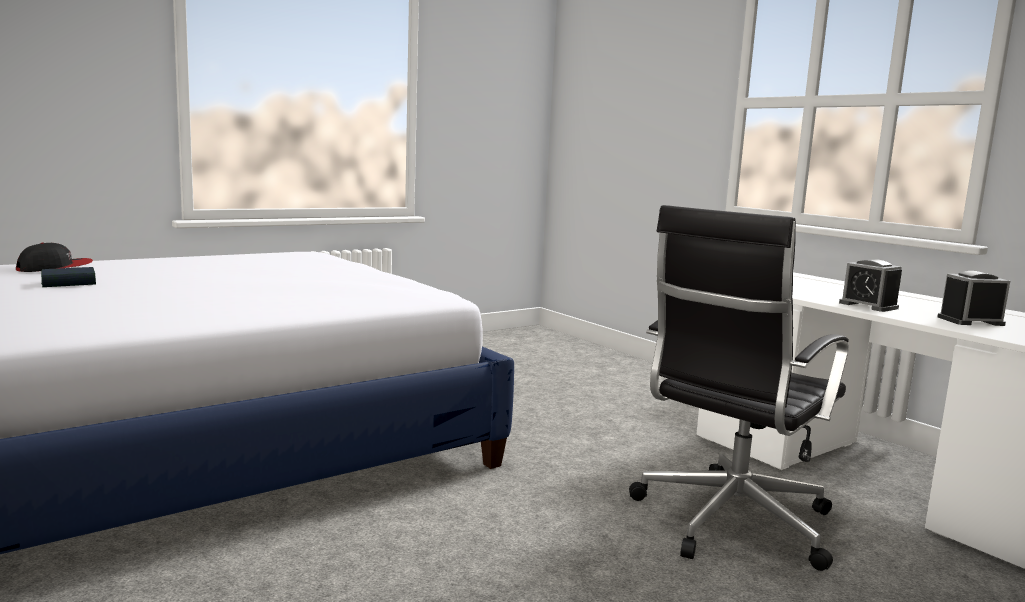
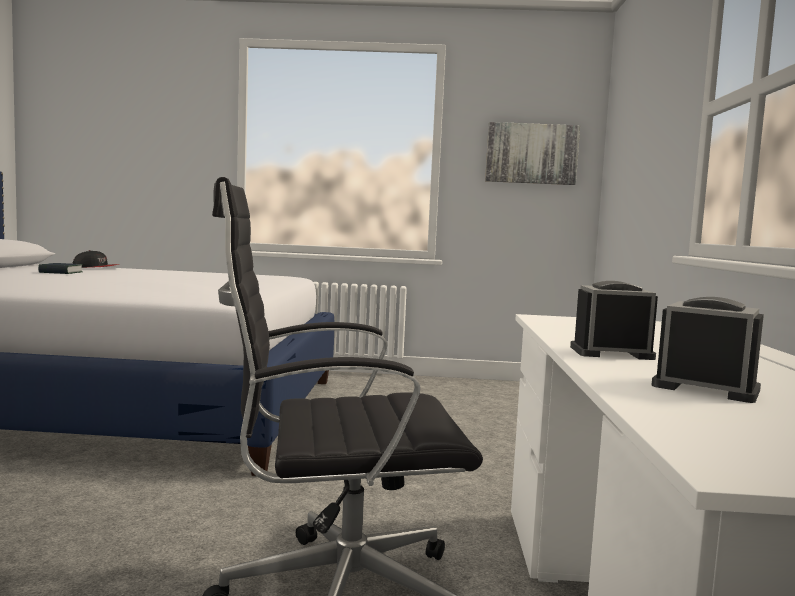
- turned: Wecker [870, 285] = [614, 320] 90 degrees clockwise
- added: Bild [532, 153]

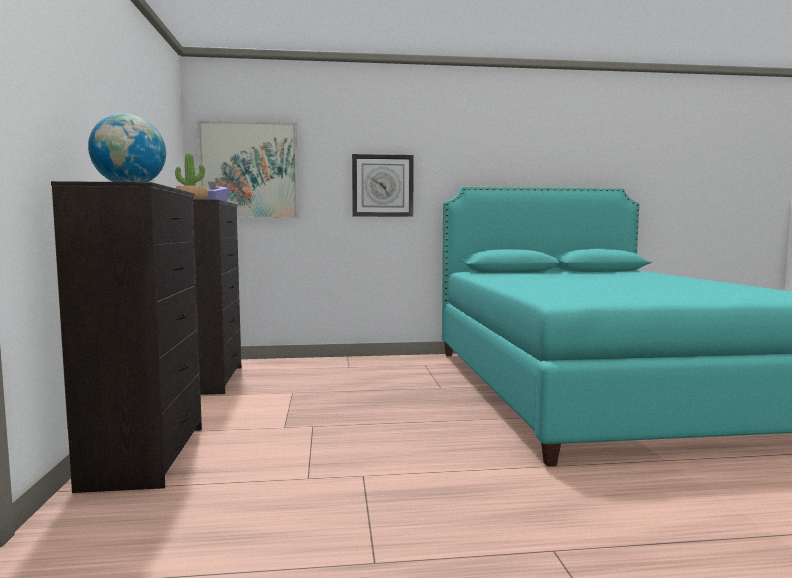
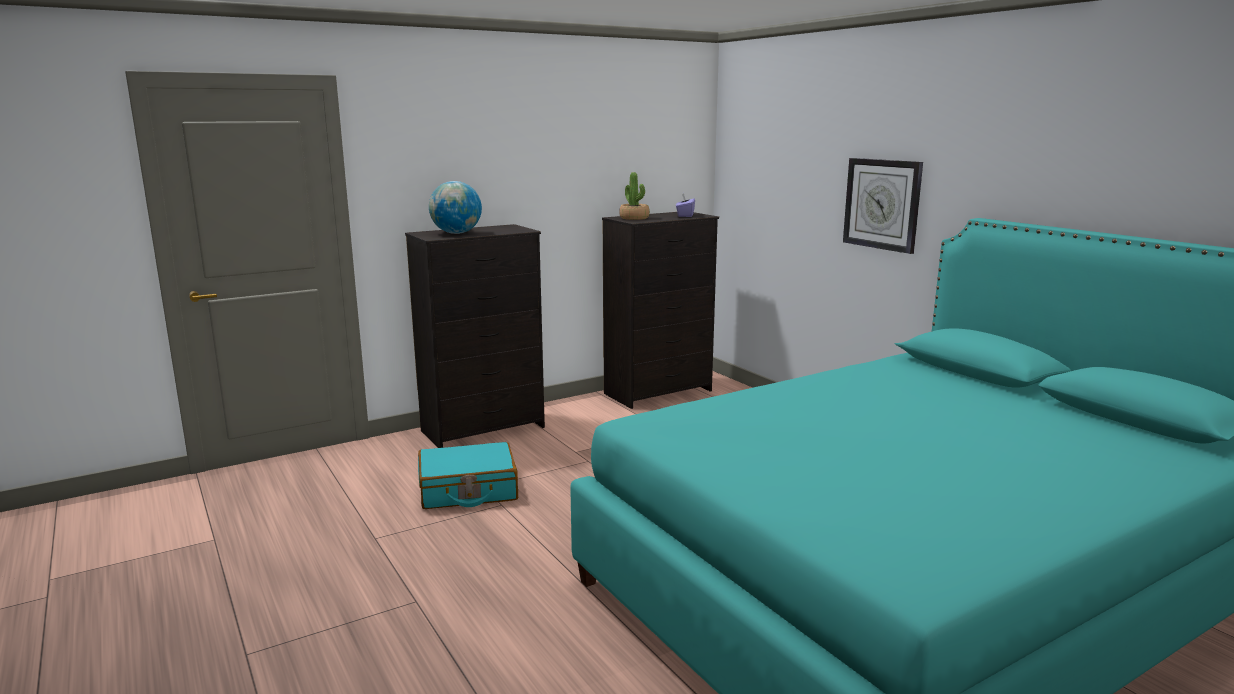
- removed: Bild [248, 169]
- added: Koffer [türkis] [468, 475]

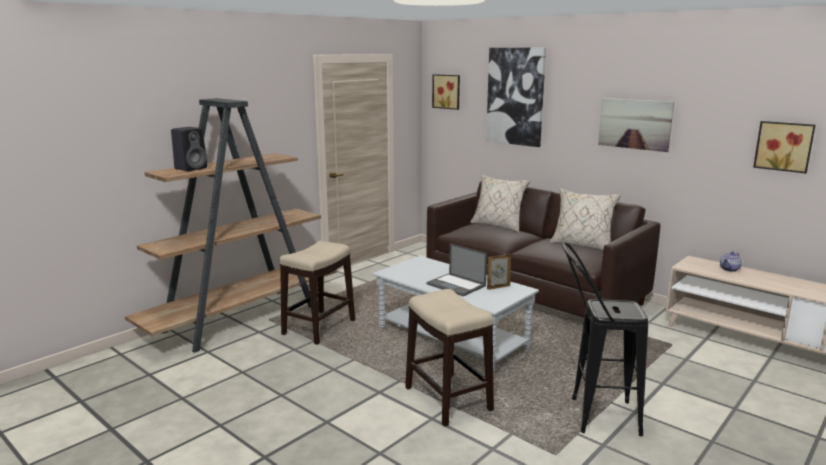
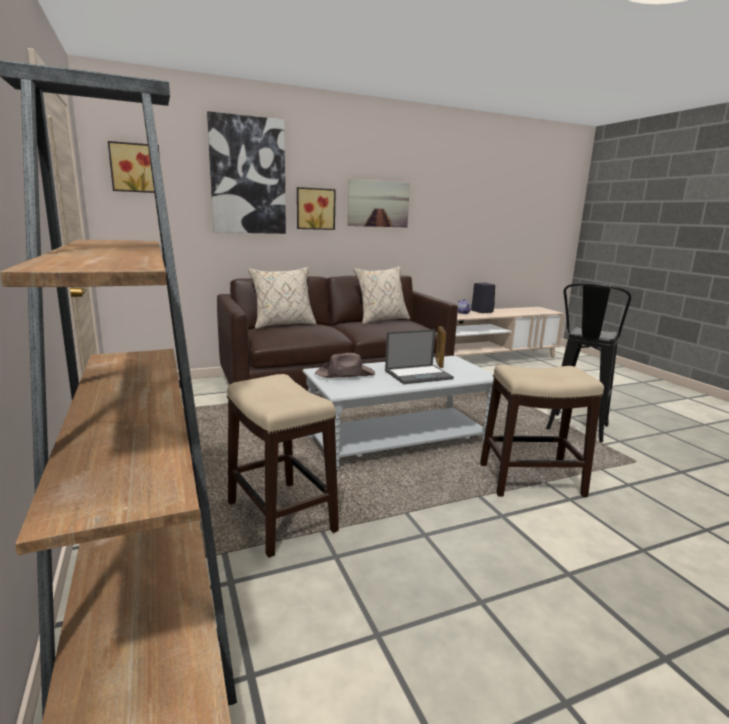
- moved: Bild [784, 147] to [316, 208]
- moved: Lautsprecher [schwarz] [189, 149] to [483, 298]
- added: Hut [braun] [345, 365]

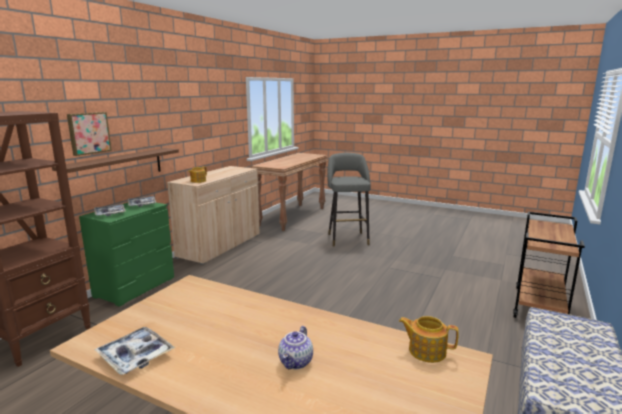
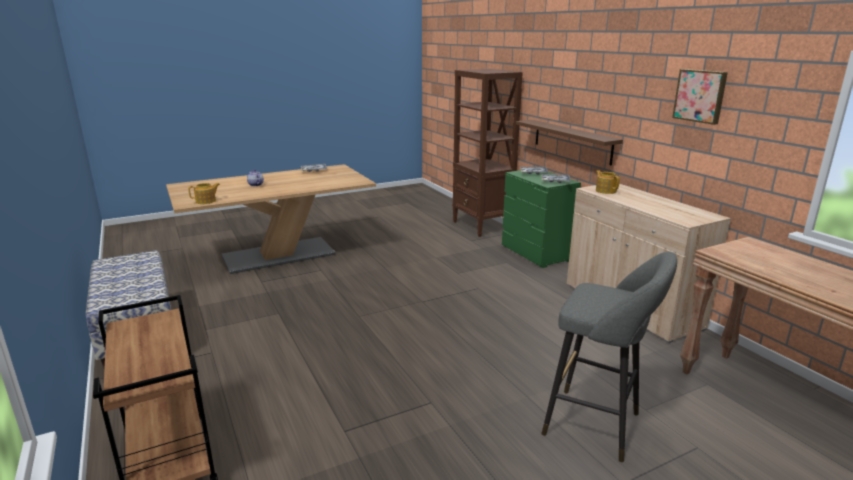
- moved: Bild [89, 134] to [700, 97]

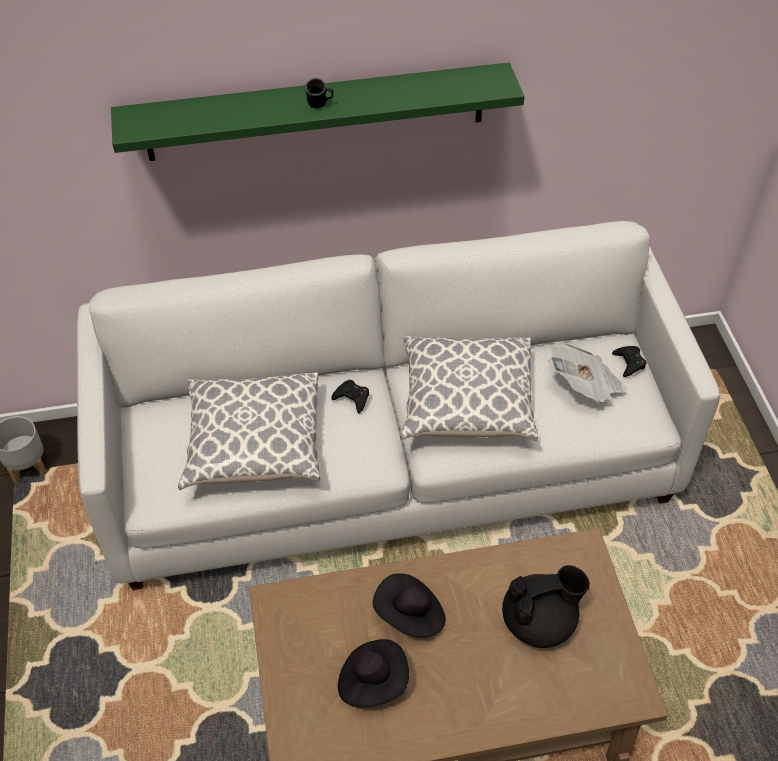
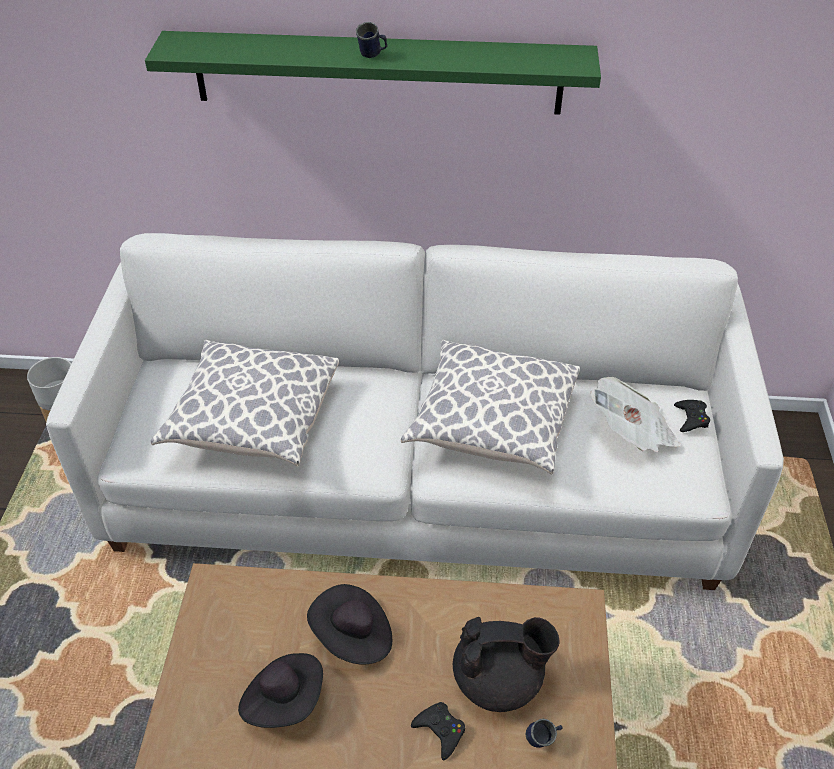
- moved: Gamepad [schwarz] [350, 396] to [438, 731]
- added: Henkelbecher [blau] [544, 733]

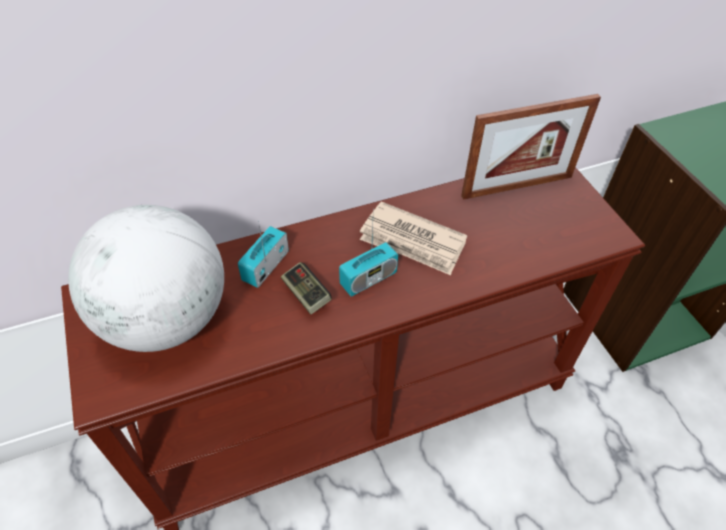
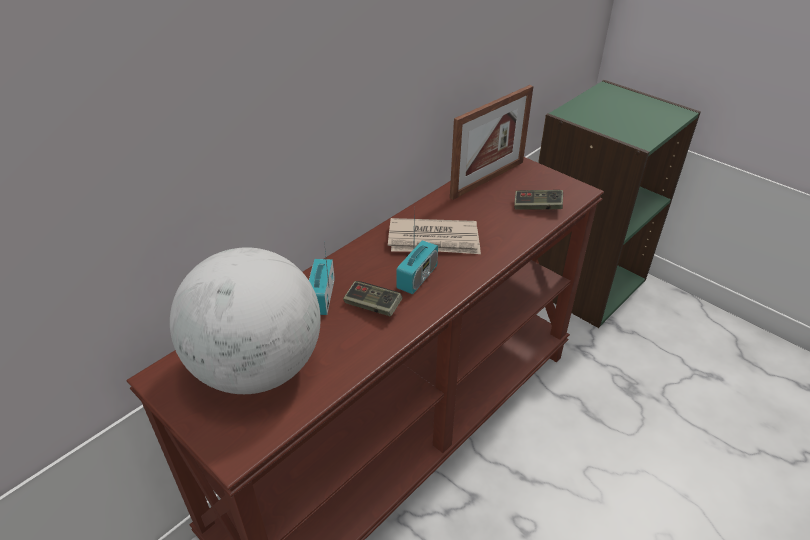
- added: Gamepad [538, 200]

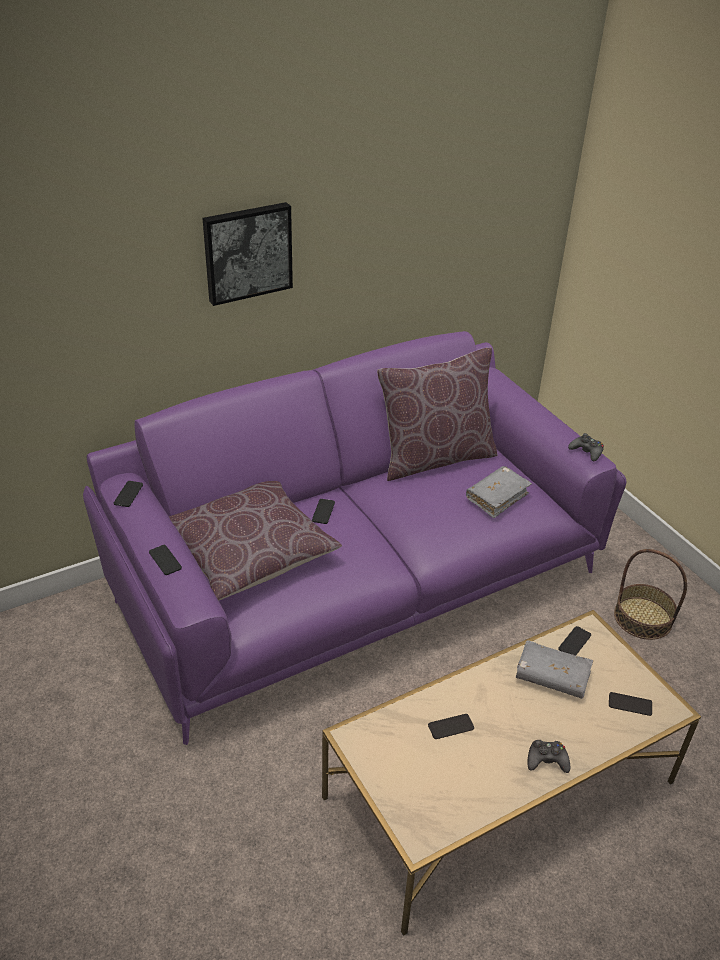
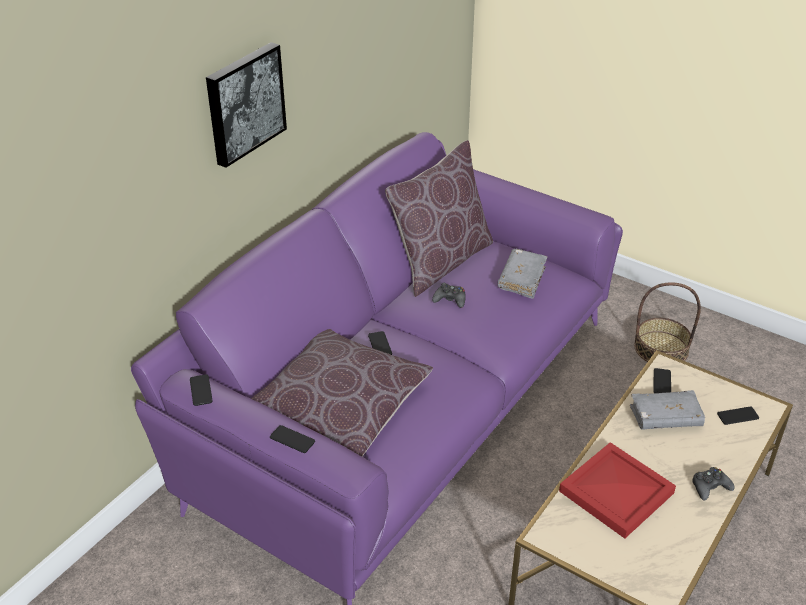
- moved: Gamepad [schwarz] [586, 447] to [449, 295]
- replaced: Handy [451, 726] to Tablett [rot] [617, 490]

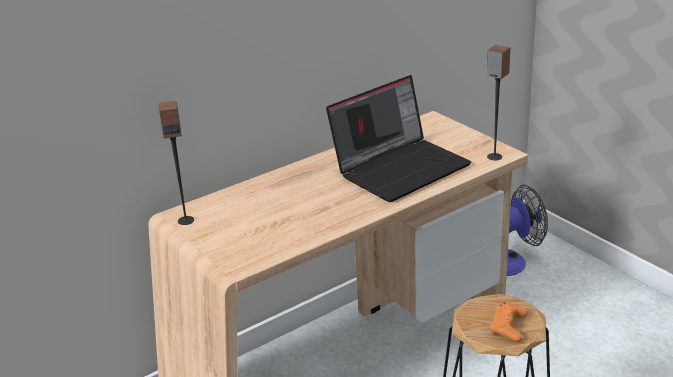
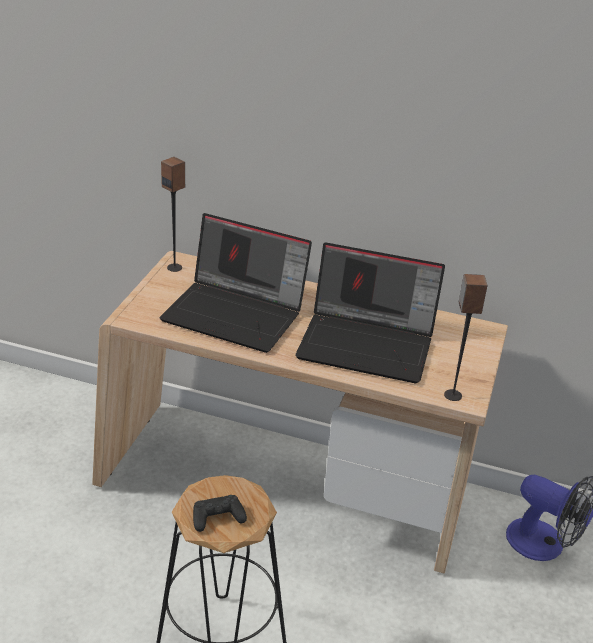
- recoloured: Gamepad [orange] [509, 322] to Gamepad [schwarz] [220, 513]
- added: Laptop [236, 283]

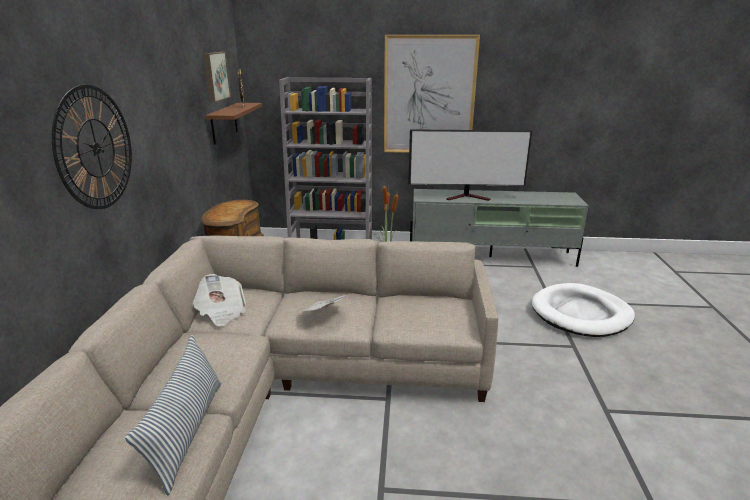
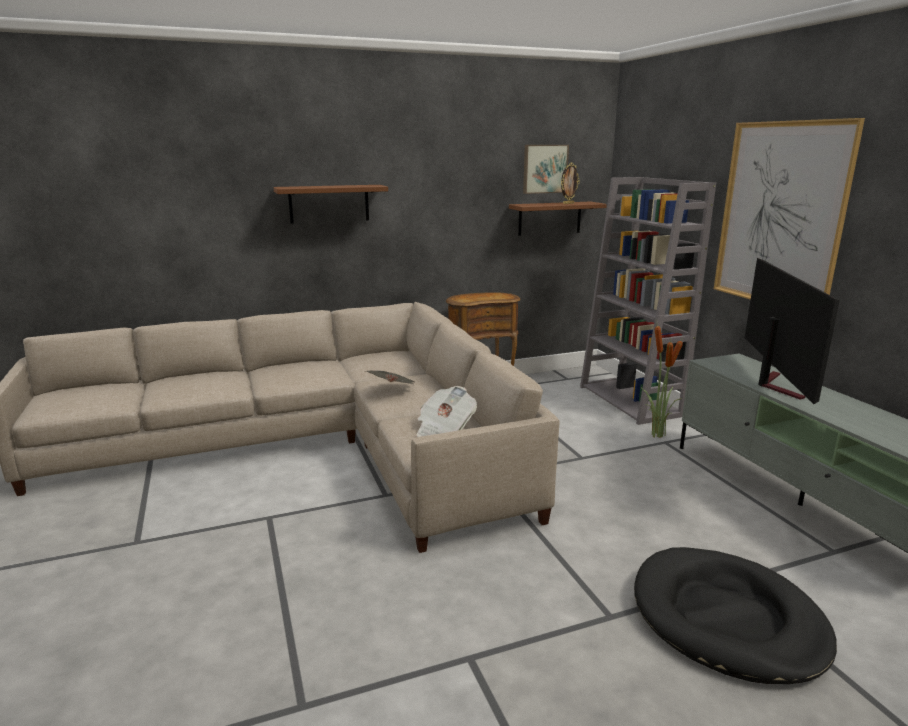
- replaced: Wanduhr [92, 147] to Wandregal [braun] [331, 204]
- turned: Fernseher [470, 165] = [792, 331] 150 degrees counterclockwise
- moved: Zeitung [219, 300] to [447, 411]
- recoloured: Hundebett [weiß] [583, 310] to Hundebett [schwarz] [735, 615]
- removed: Kissen [173, 415]

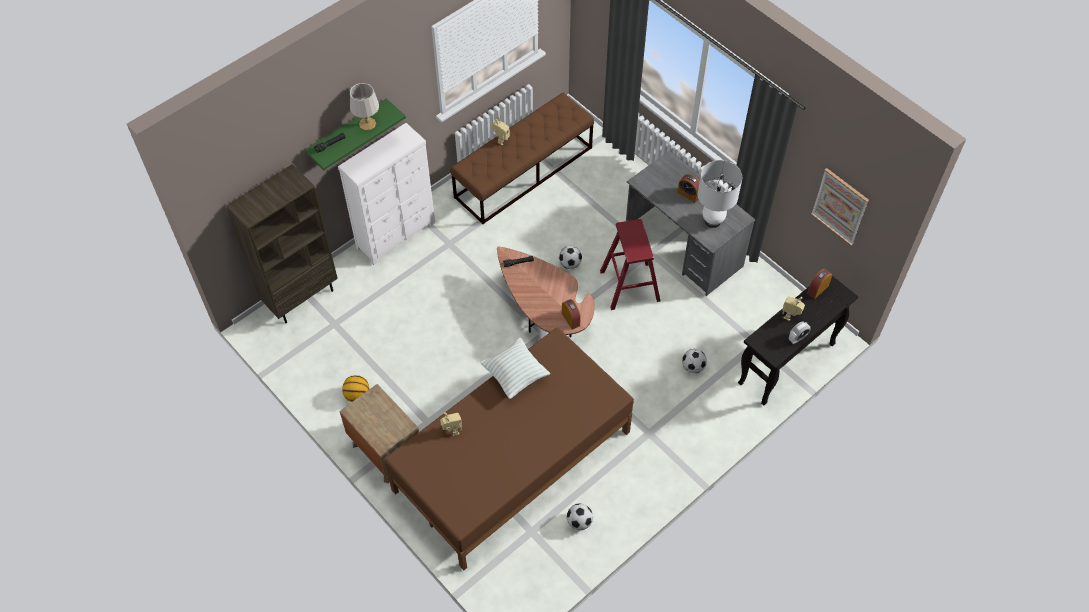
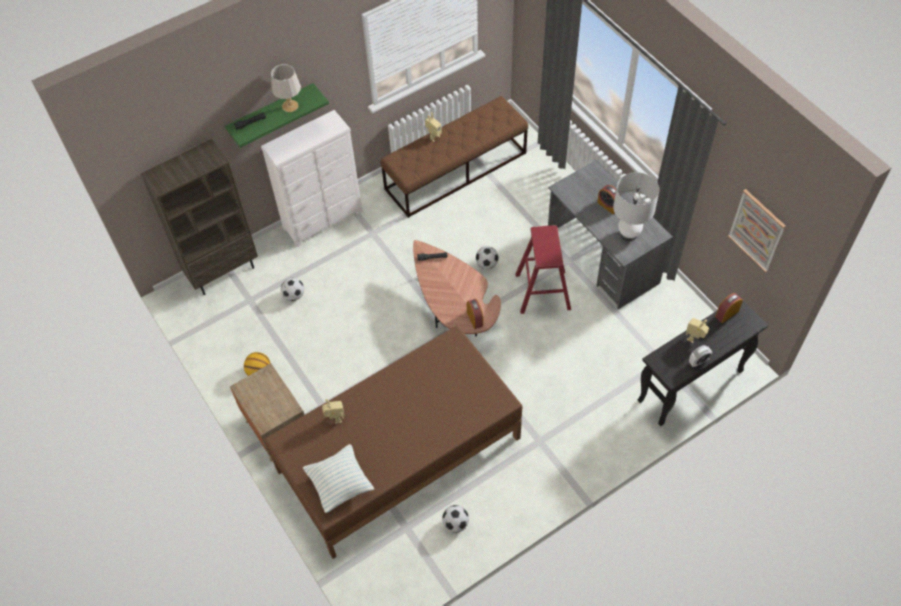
- moved: Kissen [515, 368] to [338, 478]
- moved: Fußball [694, 361] to [292, 289]

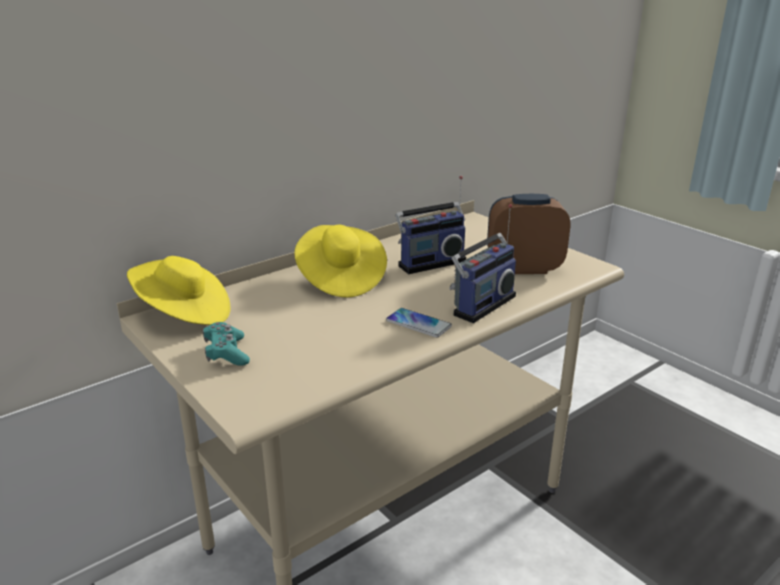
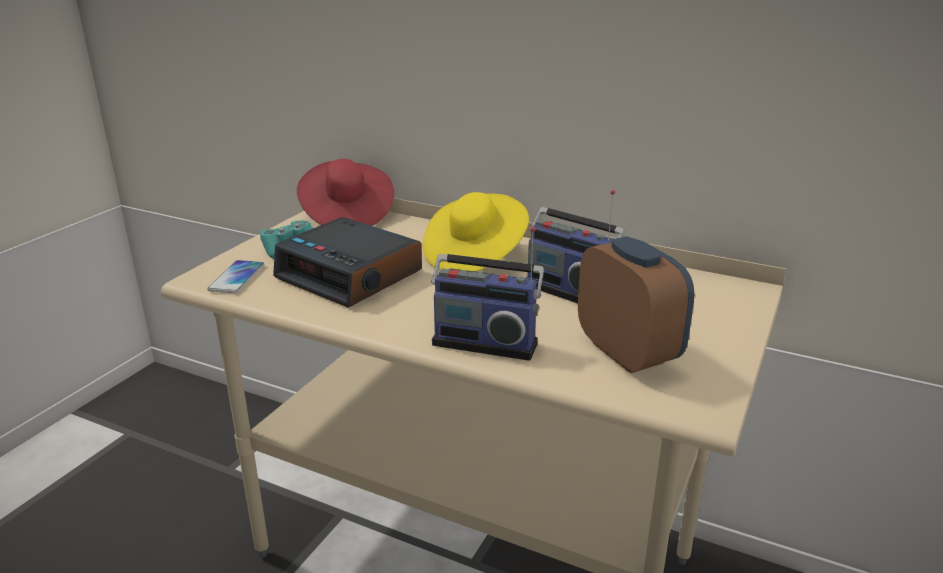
- recoloured: Hut [gelb] [178, 290] to Hut [rot] [345, 192]
- moved: Handy [419, 323] to [236, 276]
- added: Wecker [347, 262]

